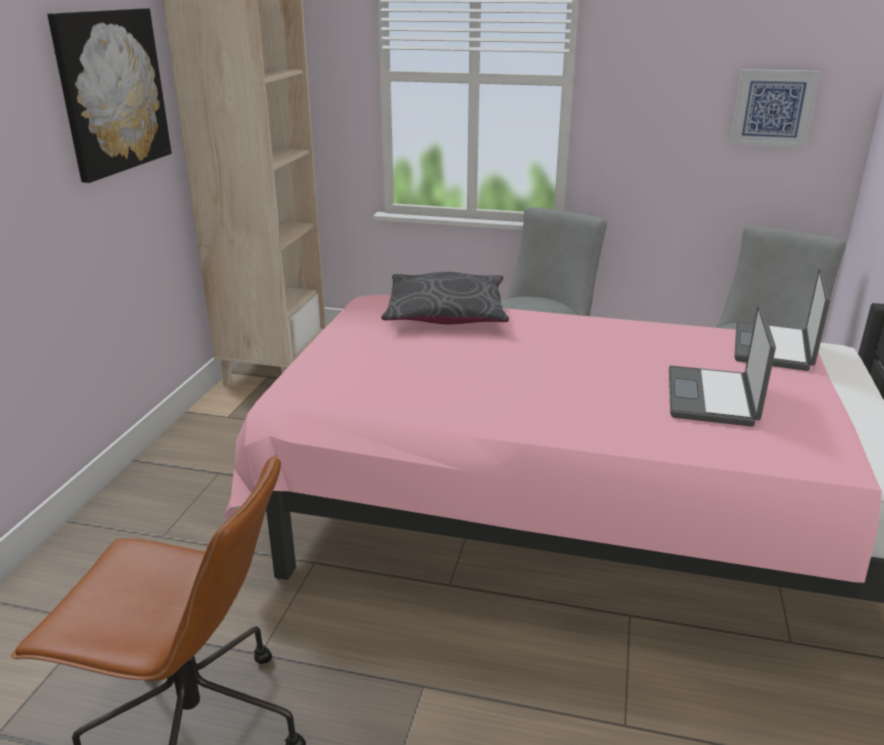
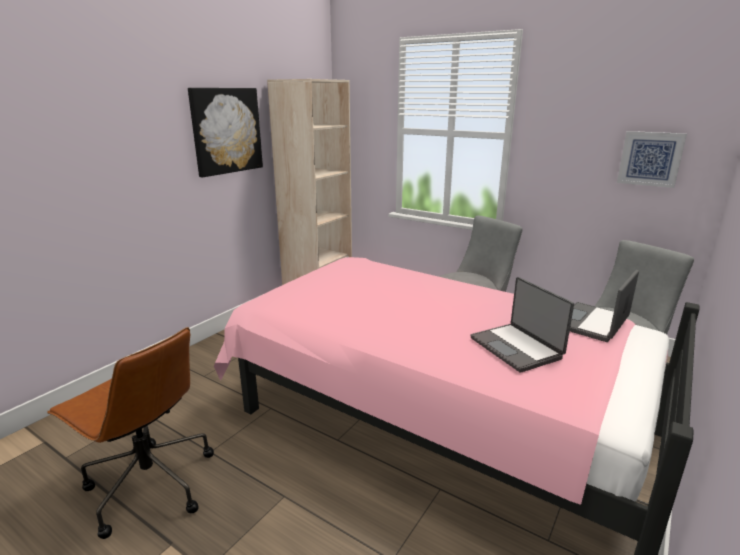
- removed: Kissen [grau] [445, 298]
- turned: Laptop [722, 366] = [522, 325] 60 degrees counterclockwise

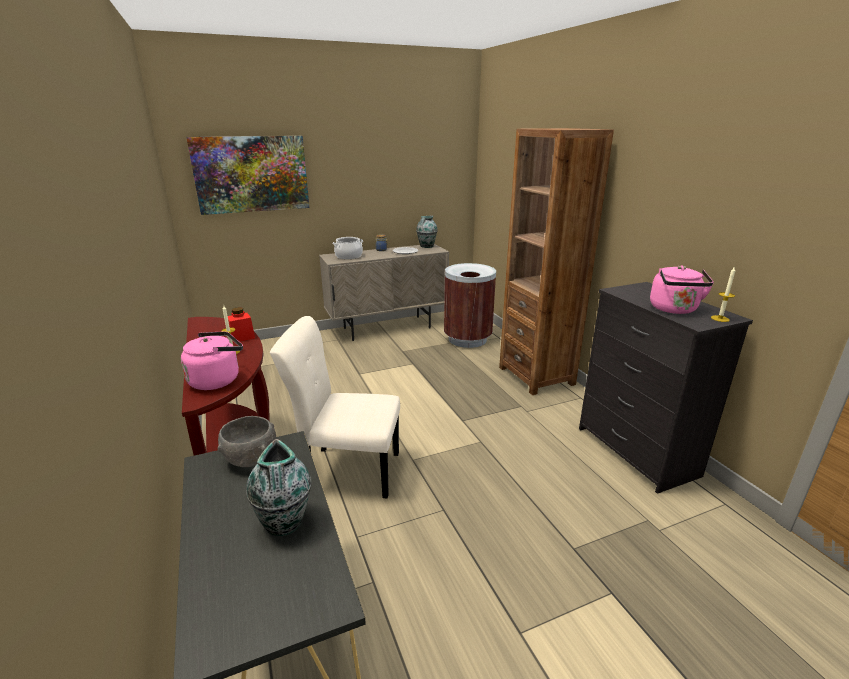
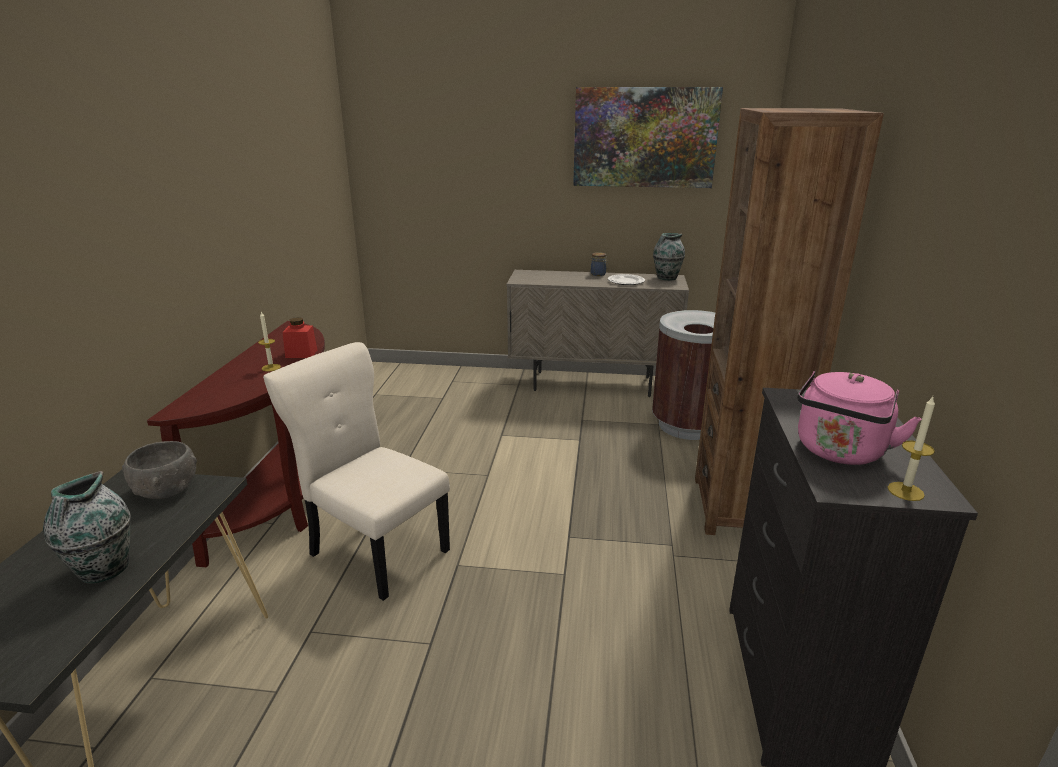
- moved: Bild [247, 175] to [648, 137]
- removed: Kochtopf [348, 248]
- removed: Wasserkessel [rosa] [212, 360]

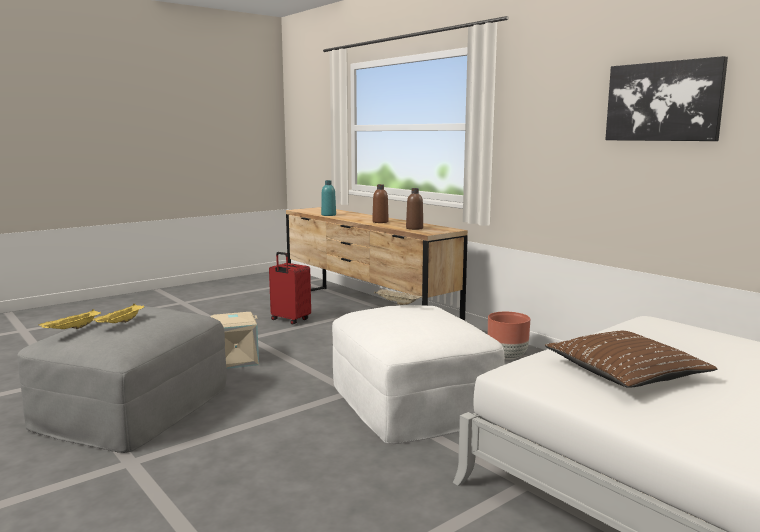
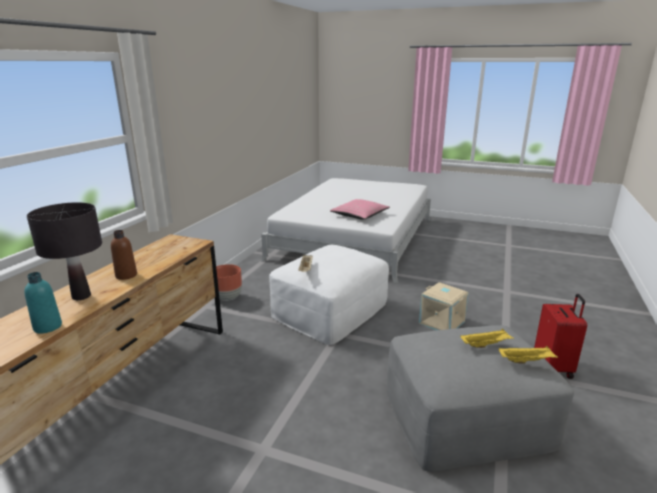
- removed: Bild [666, 98]
- removed: Flasche [braun] [414, 209]
- moved: Koffer [rot] [290, 288] to [560, 336]
- moved: Aufbewahrungsbox [beige] [234, 340] to [444, 306]
- recoloured: Kissen [braun] [631, 359] to Kissen [rosa] [360, 209]
- added: Tischlampe [schwarz] [64, 251]

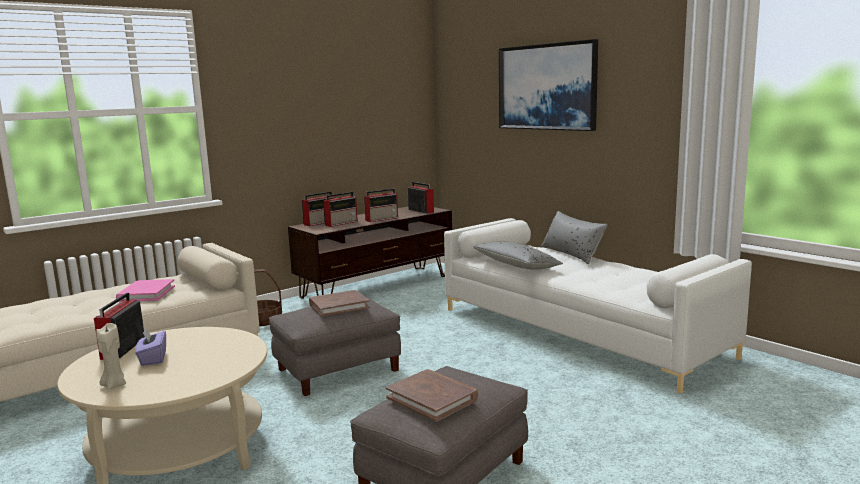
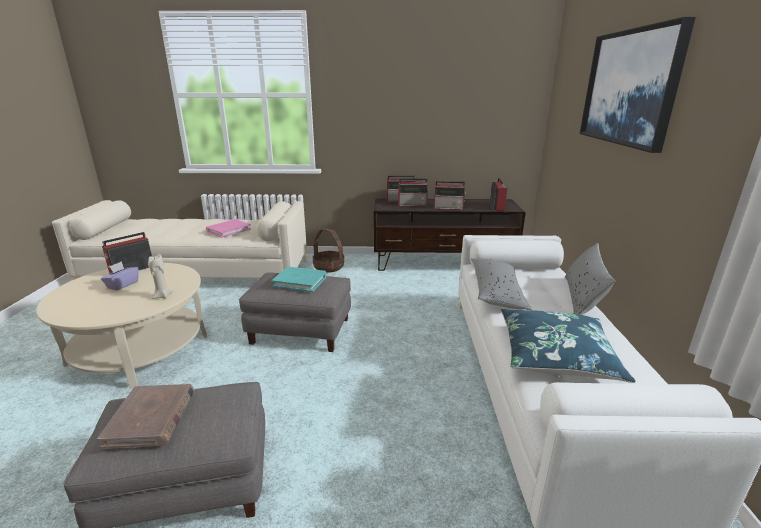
- recoloured: Buch [braun] [339, 303] to Buch [türkis] [299, 279]
- moved: Kerze [beige] [111, 356] to [161, 276]
- added: Kissen [blau] [568, 346]

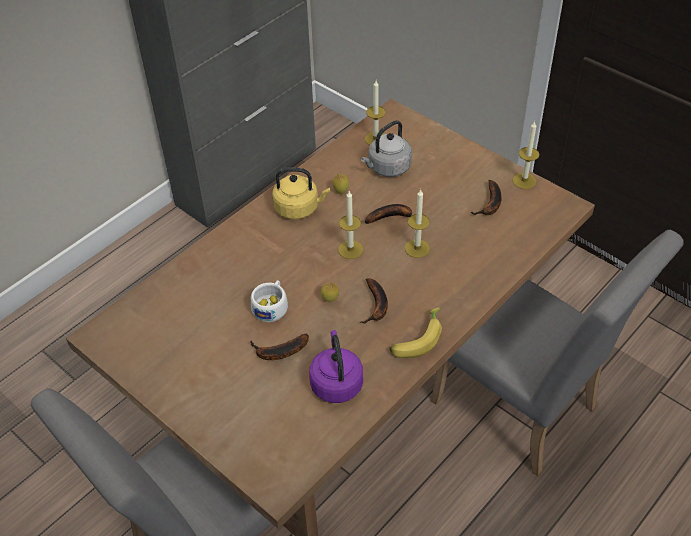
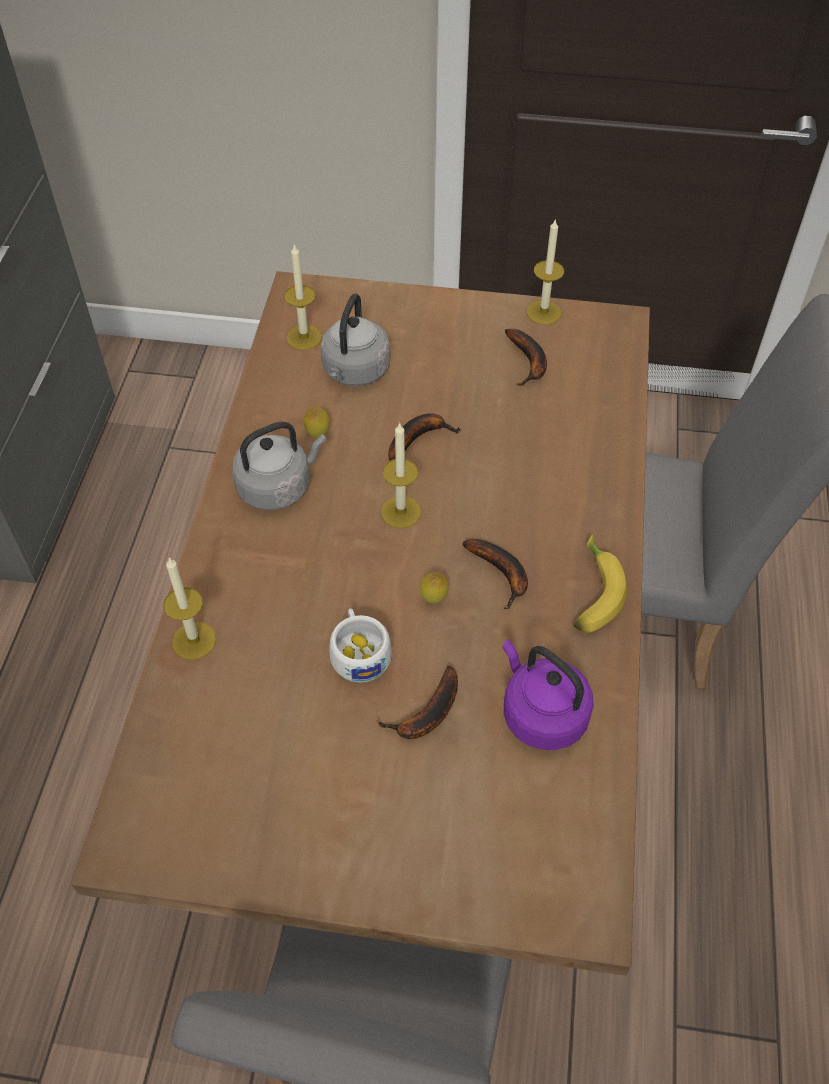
- recoloured: Wasserkessel [gelb] [301, 193] to Wasserkessel [grau] [279, 466]
- moved: Kerze [417, 223] to [189, 608]

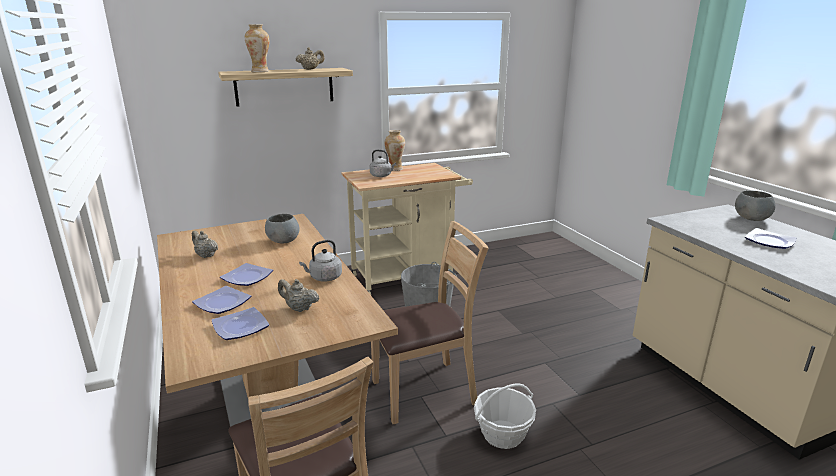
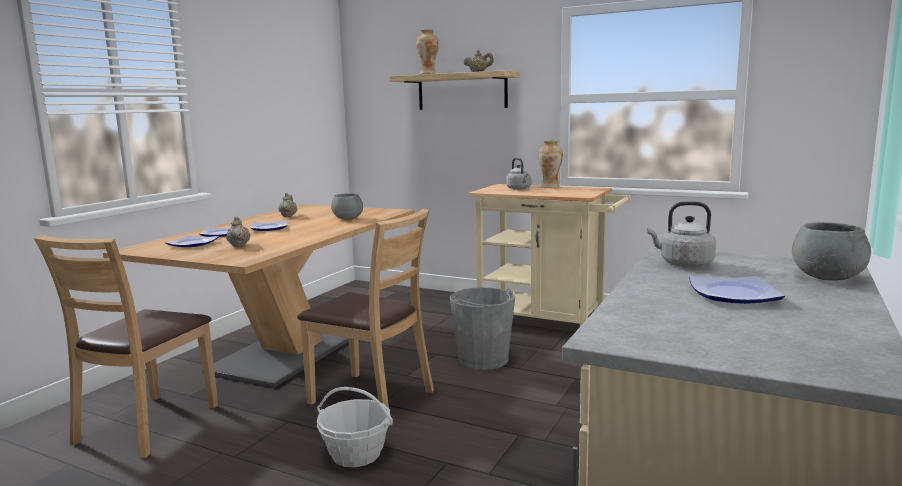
- moved: Wasserkessel [grau] [320, 261] to [681, 234]

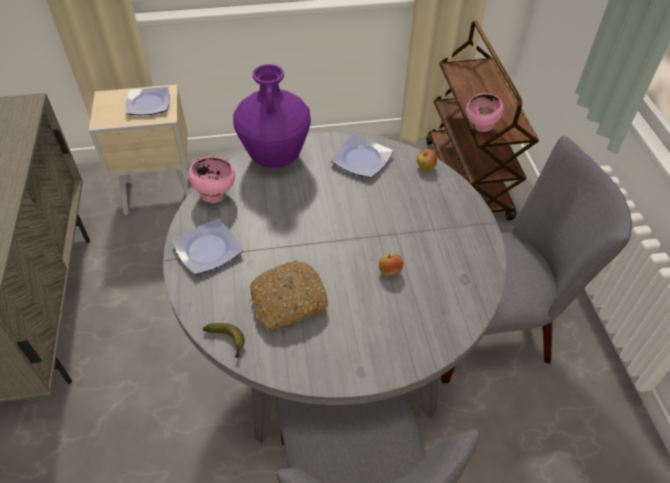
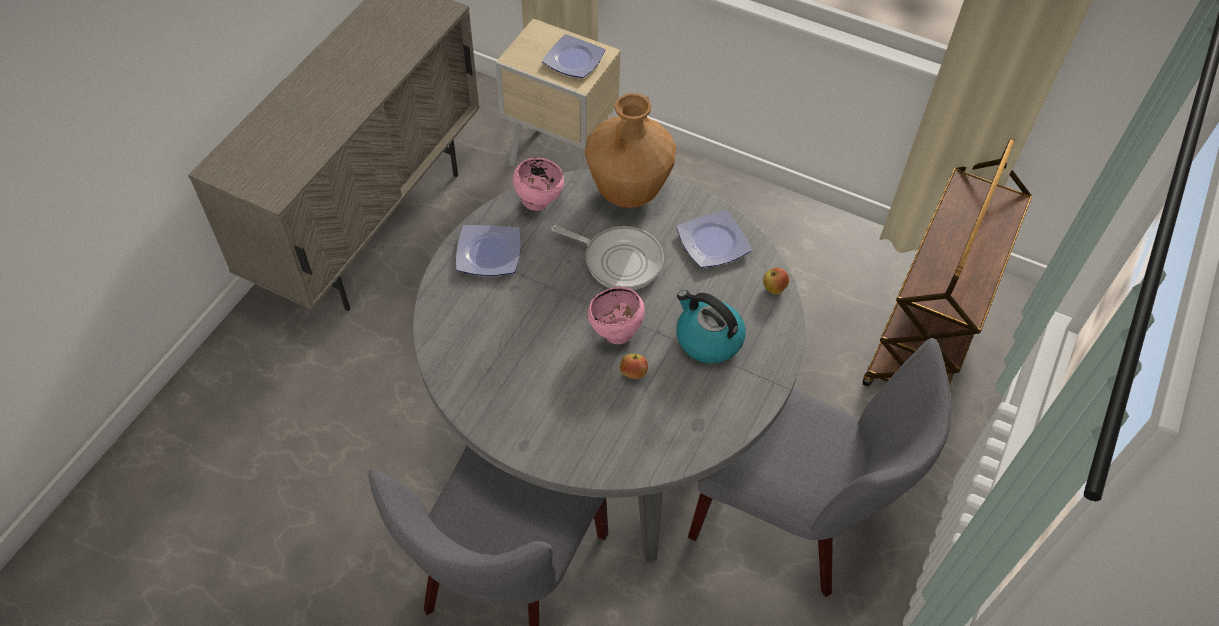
- recoloured: Vase [lila] [272, 116] to Vase [braun] [630, 150]
- moved: Schüssel [rosa] [484, 112] to [616, 315]
- removed: Brot [289, 295]
- removed: Banane [224, 340]
- added: Pfanne [607, 257]
- added: Wasserkessel [711, 326]

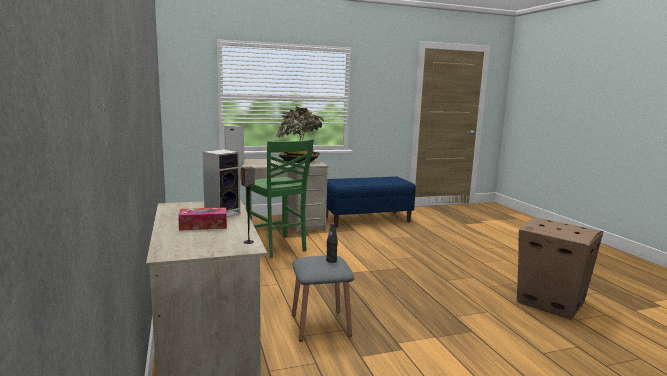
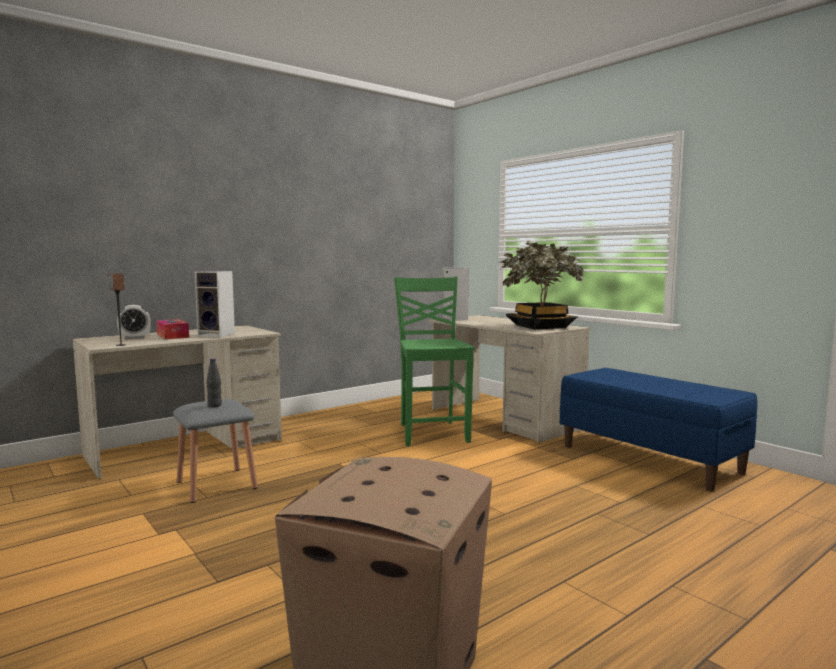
- turned: Stuhl [grün] [280, 198] = [434, 361] 135 degrees clockwise
- added: Wecker [134, 322]

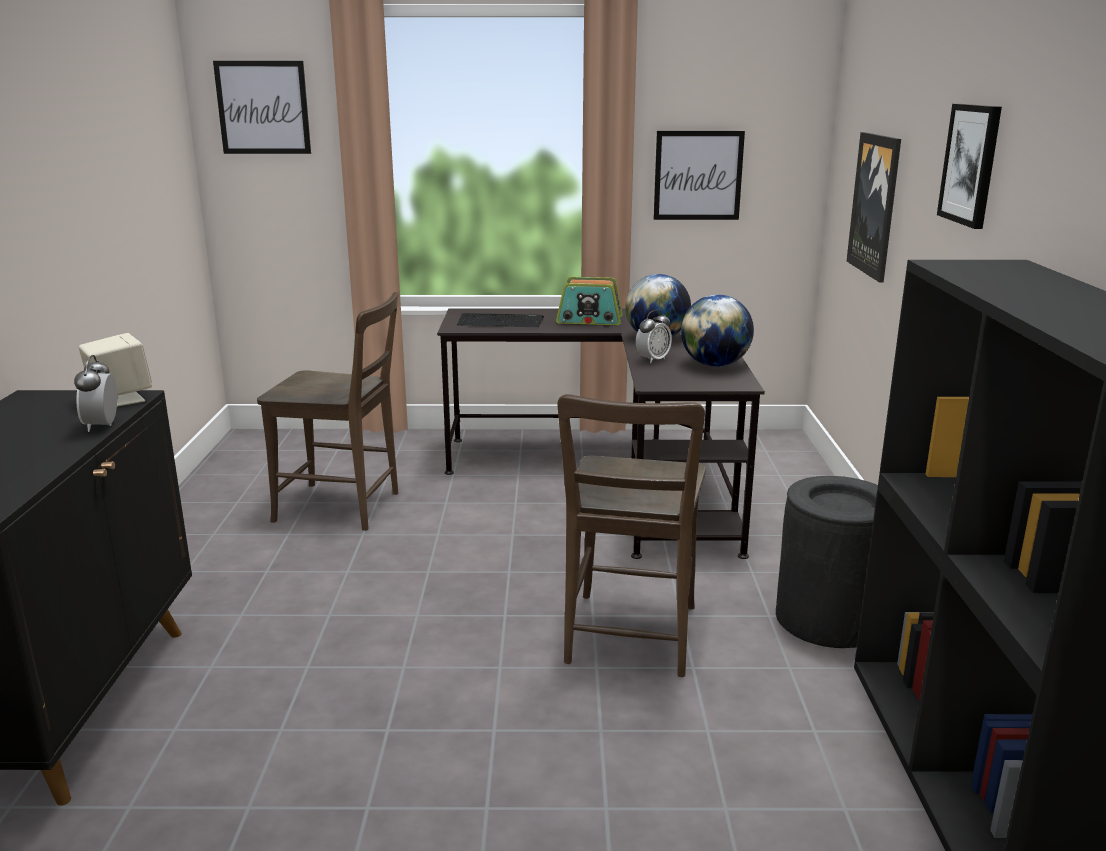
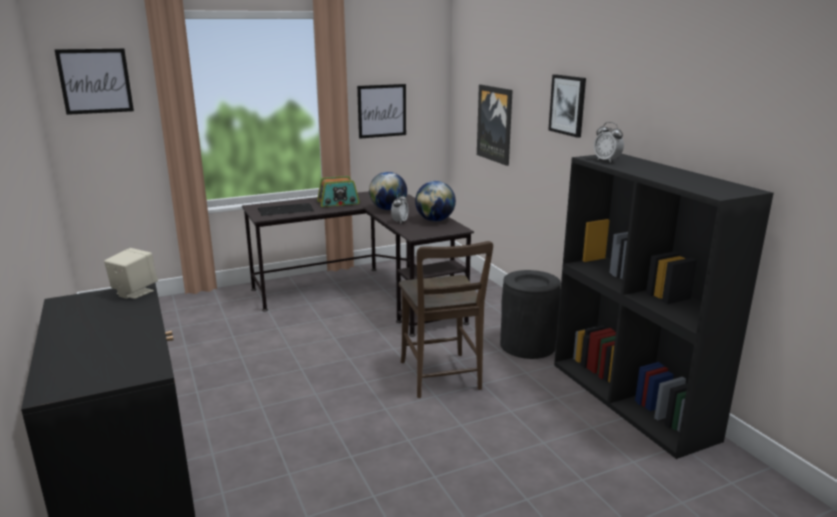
- removed: Stuhl [braun] [327, 411]
- moved: Wecker [95, 393] to [609, 142]

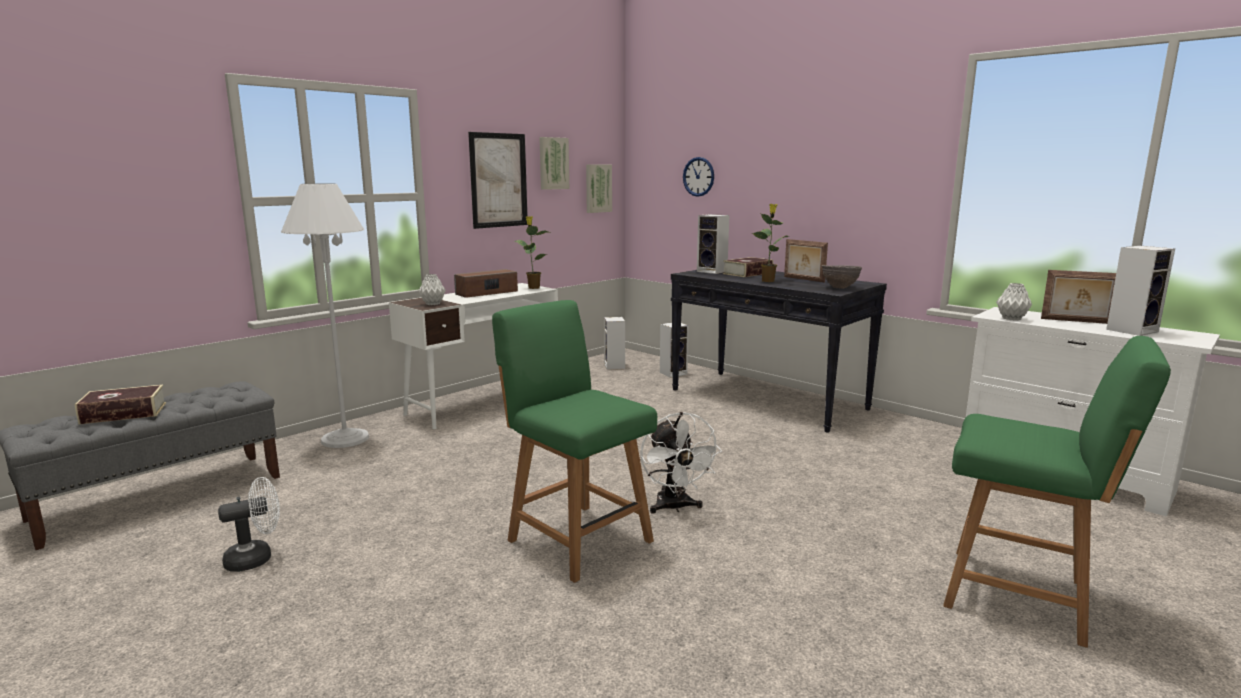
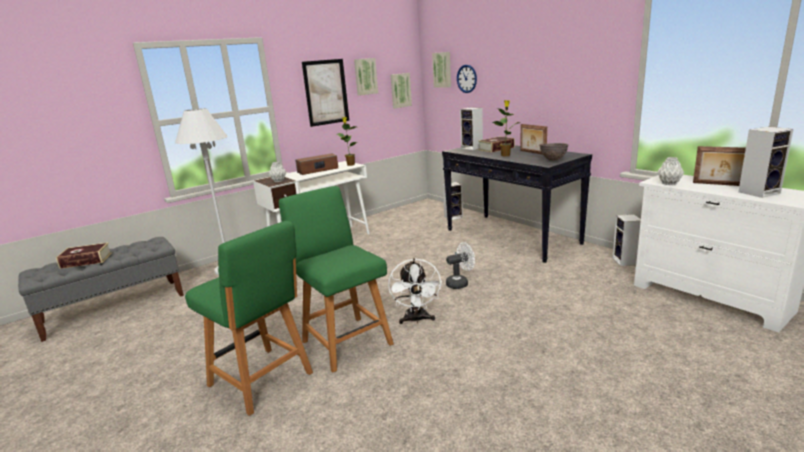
- moved: Lautsprecher [614, 343] to [626, 240]
- moved: Stuhl [grün] [1057, 492] to [249, 318]
- moved: Ventilator [weiß] [249, 524] to [460, 265]
- added: Bild [441, 70]

